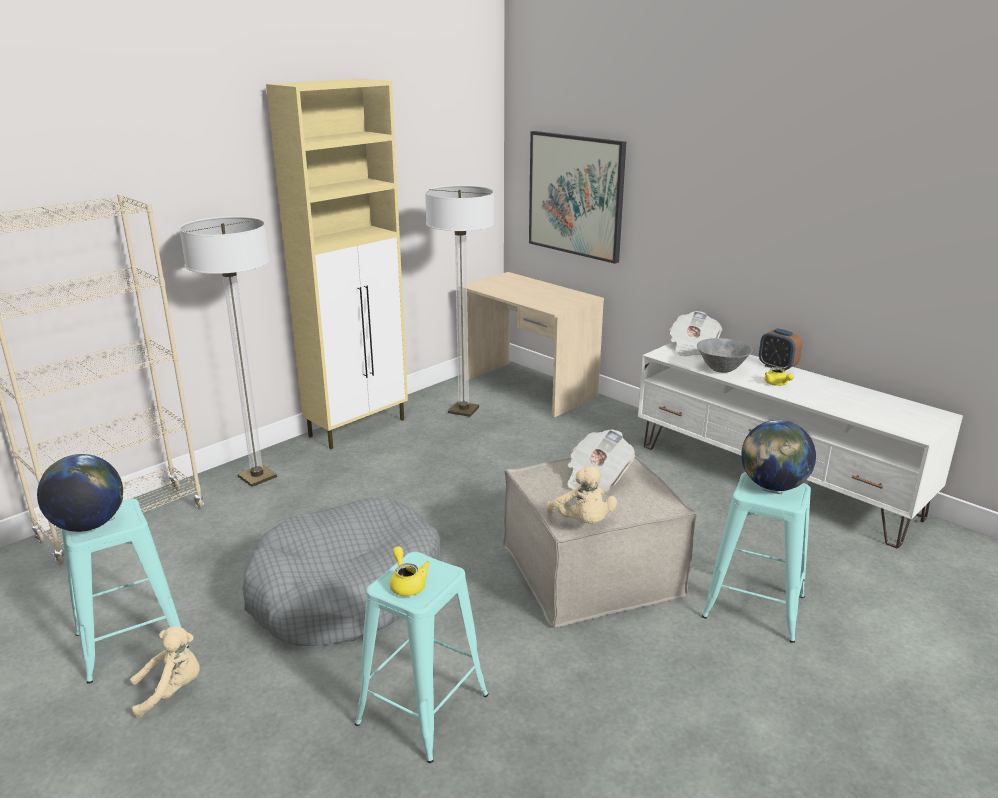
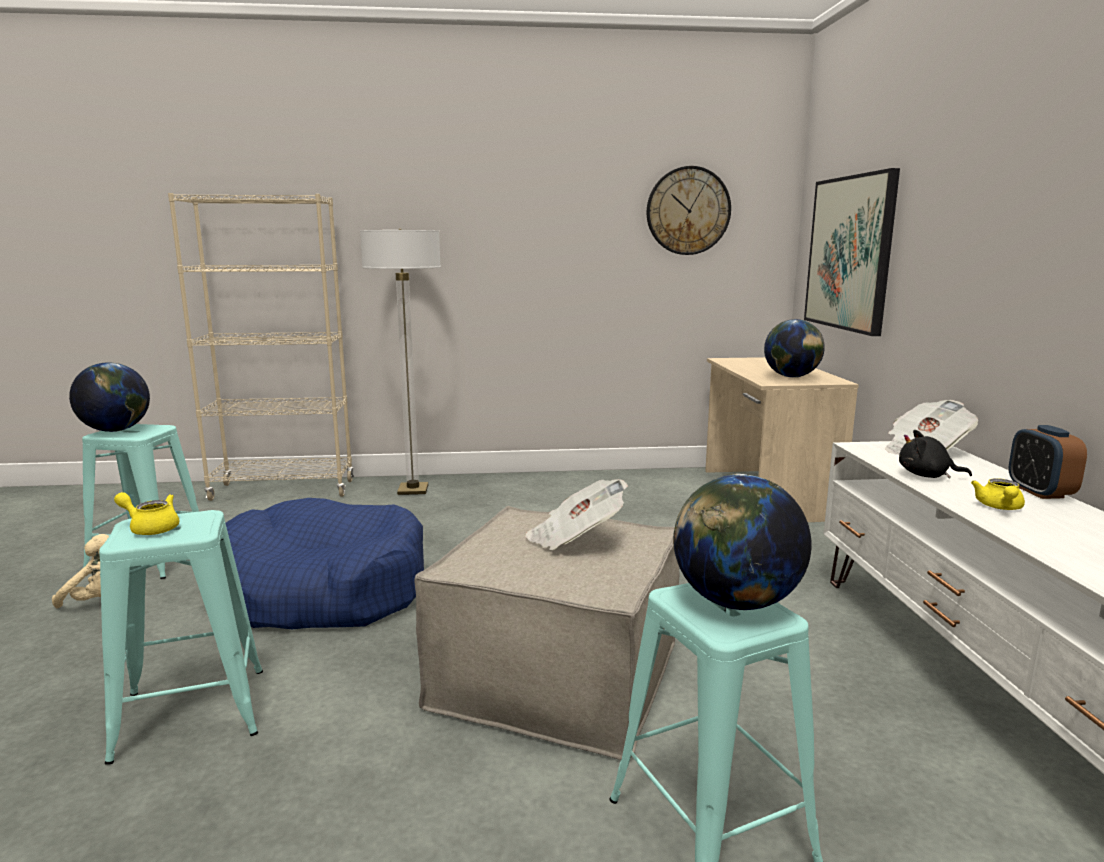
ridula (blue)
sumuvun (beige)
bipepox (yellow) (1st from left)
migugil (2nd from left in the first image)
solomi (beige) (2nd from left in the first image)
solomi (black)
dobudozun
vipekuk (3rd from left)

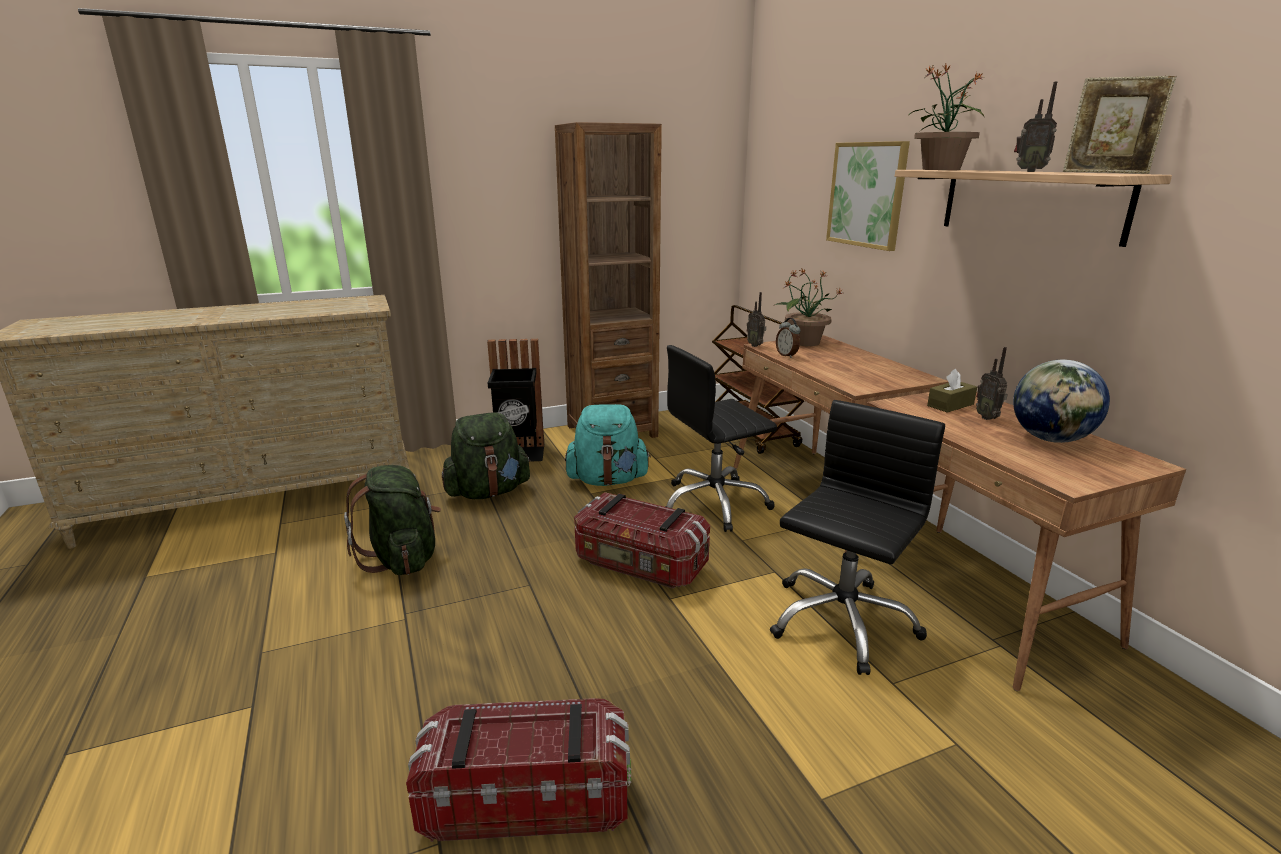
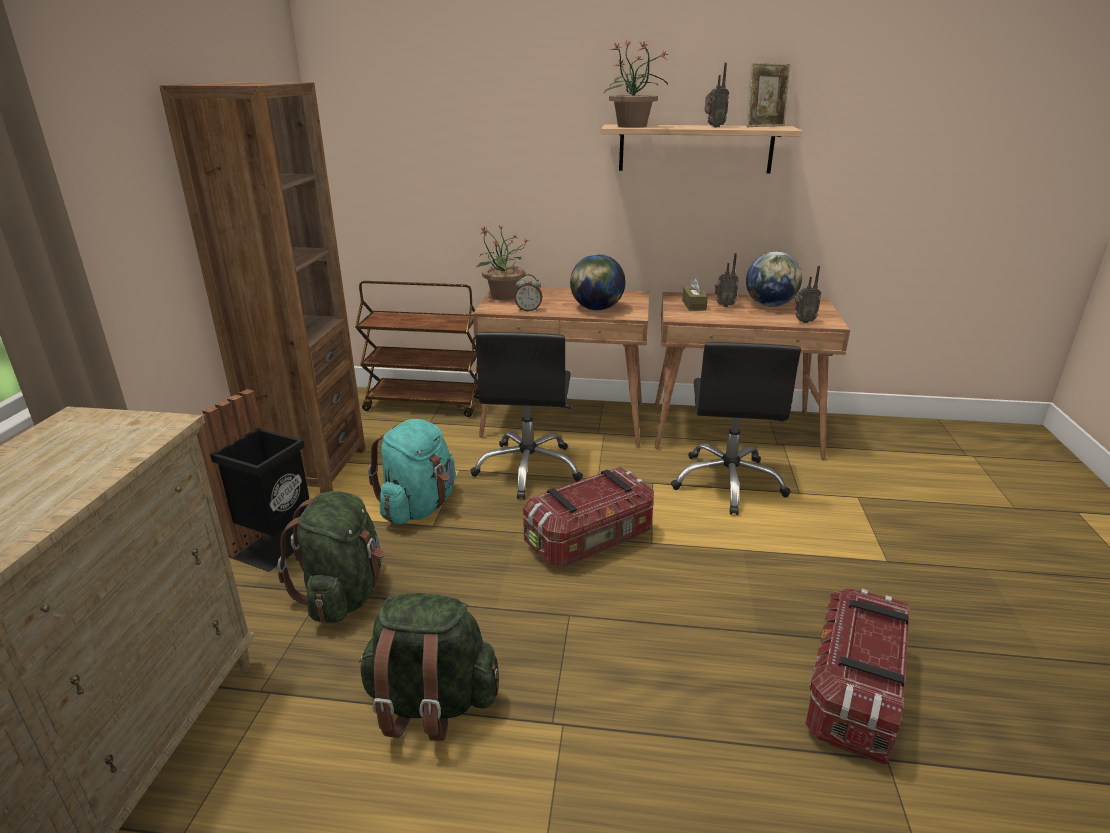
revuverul (3rd from left)
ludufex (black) (2nd from left)
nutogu
vipekuk (1st from left)

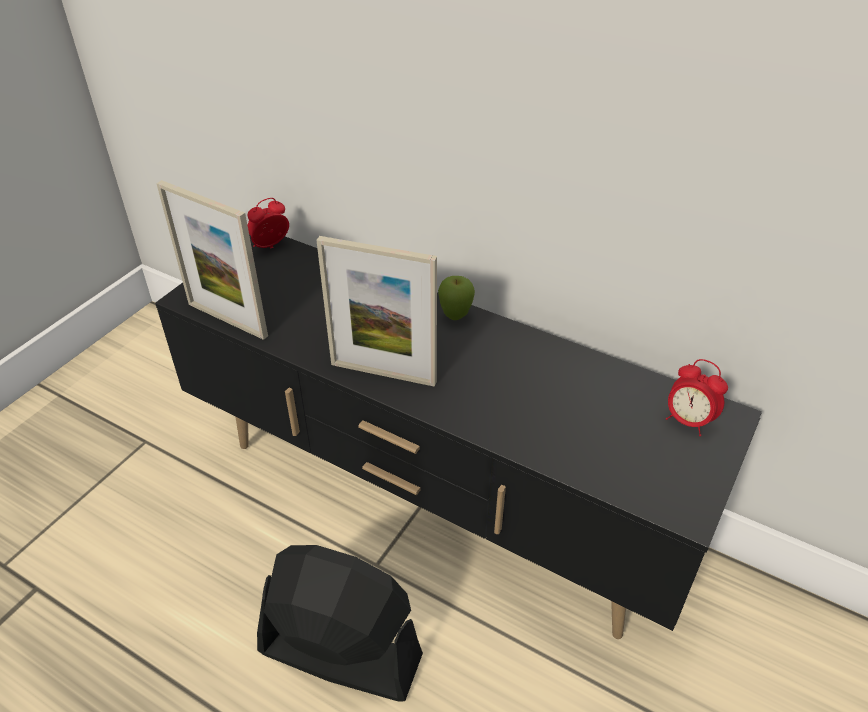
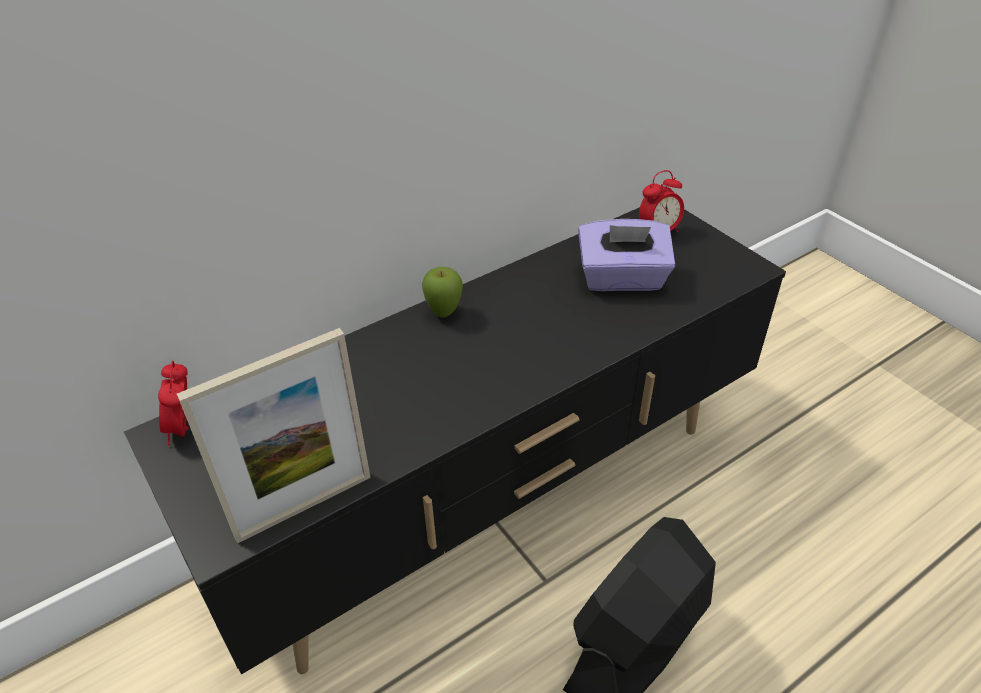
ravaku (2nd from left in the first image)
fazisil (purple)

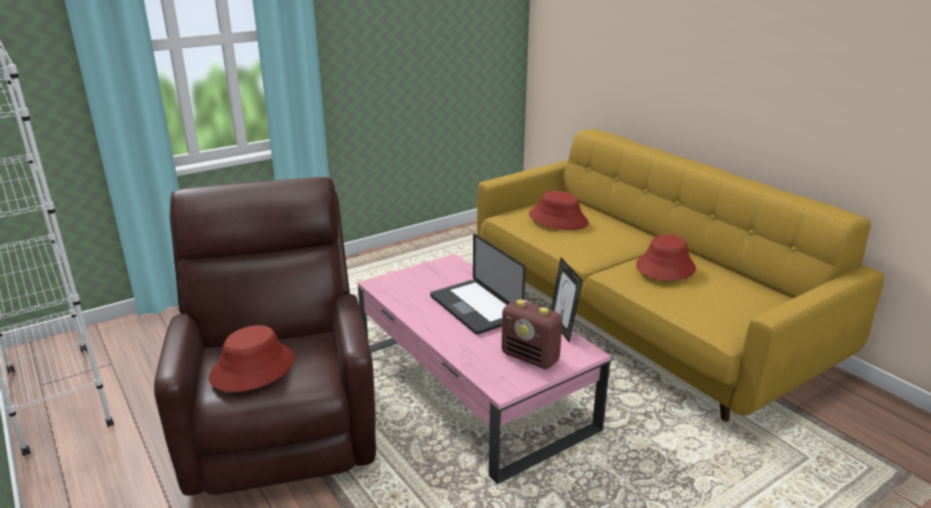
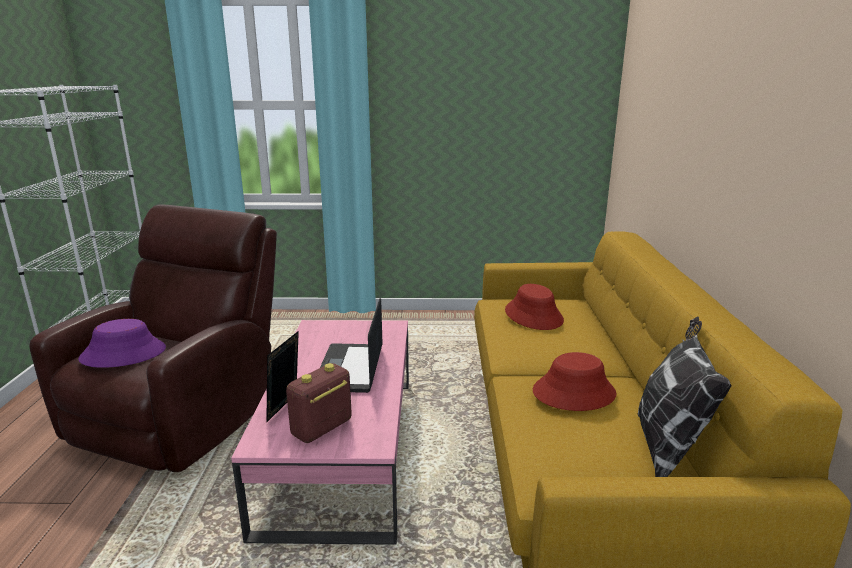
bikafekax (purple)
revuverul
ravaku
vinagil

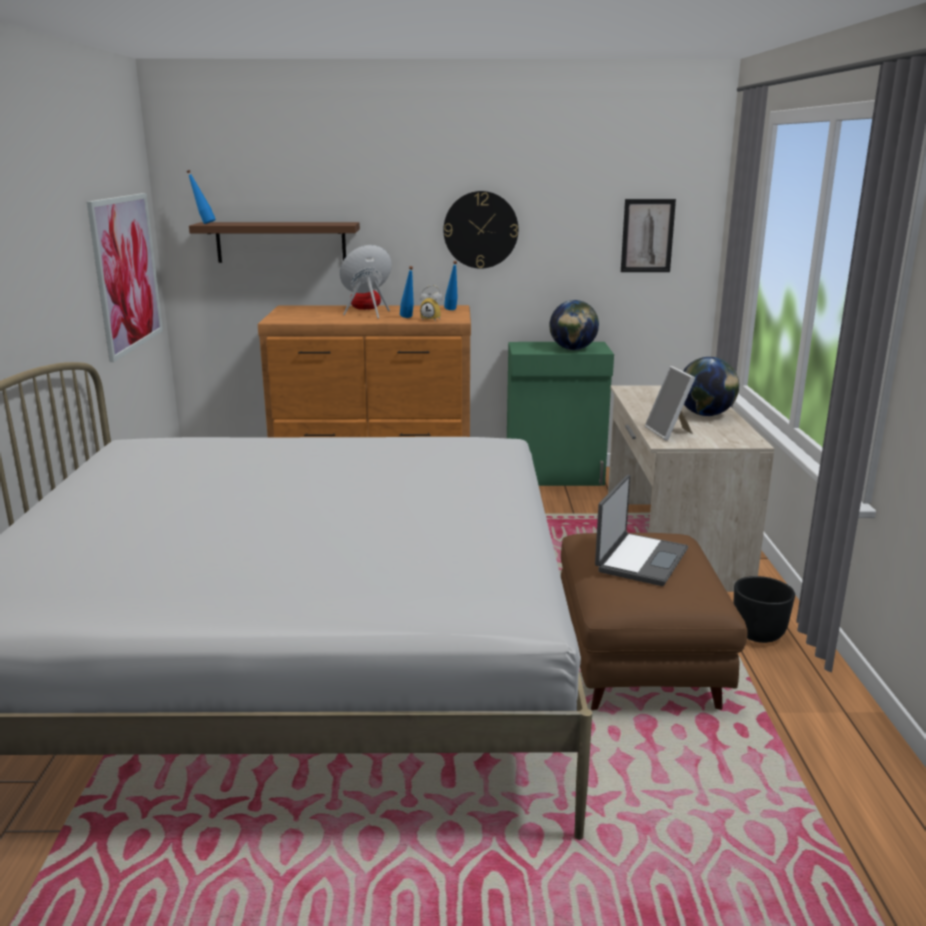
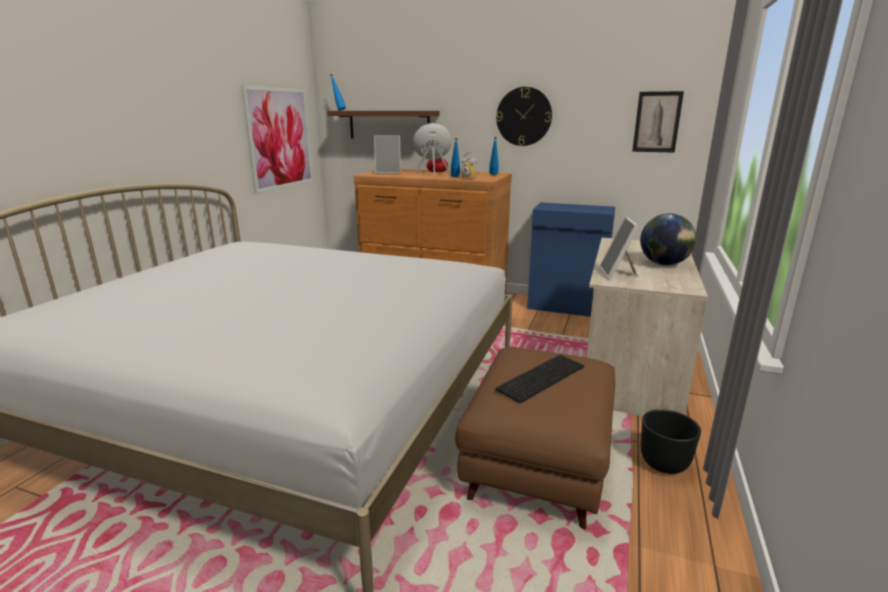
sumuvun (blue)
vipekuk (1st from left in the first image)
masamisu
ravaku (1st from left)

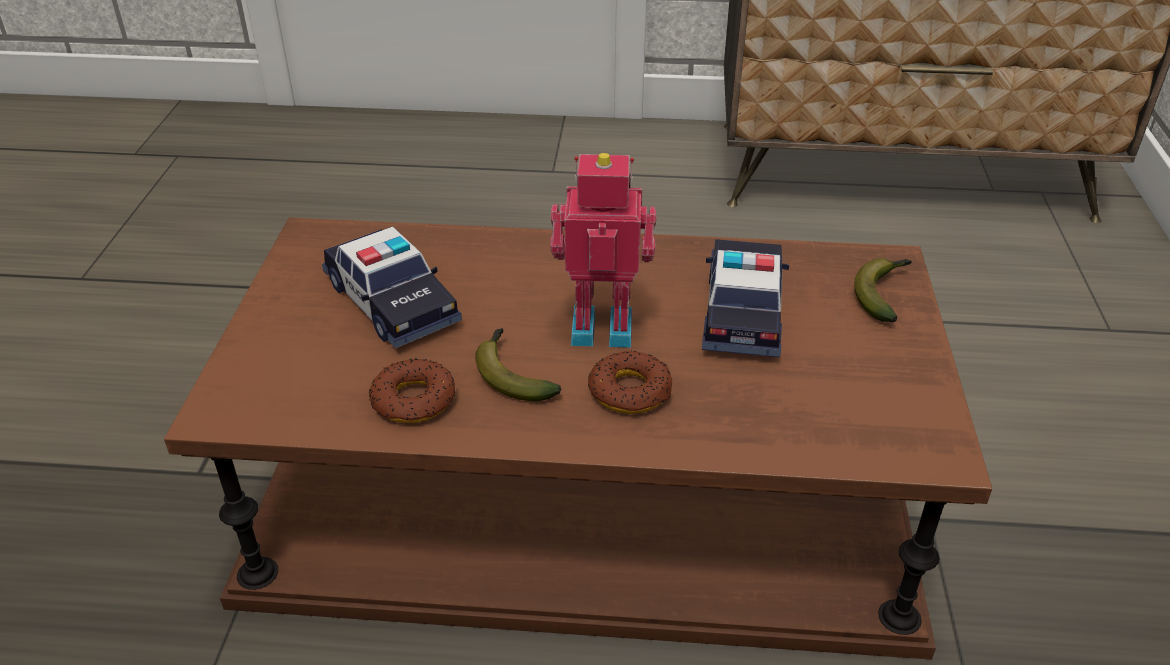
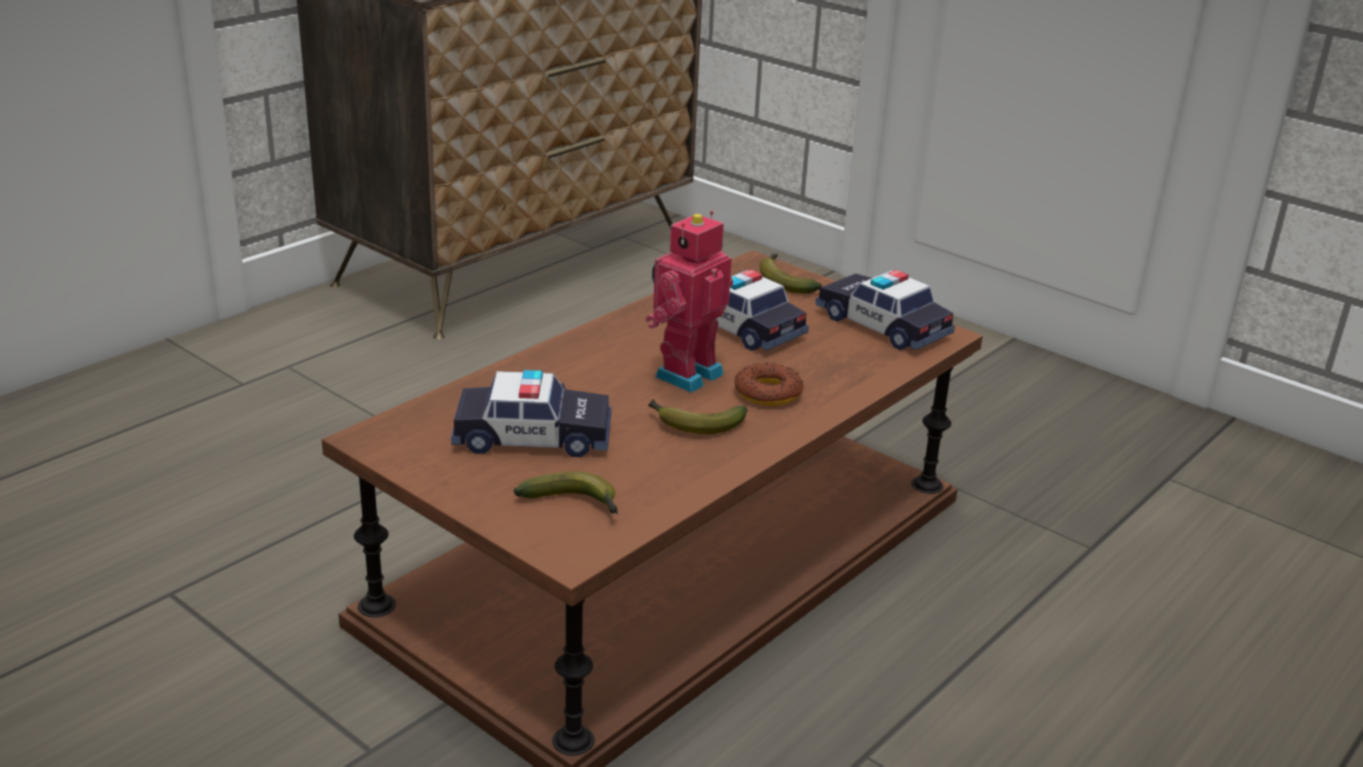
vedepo (1st from left in the first image)
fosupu (1st from left)
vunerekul (3rd from left)

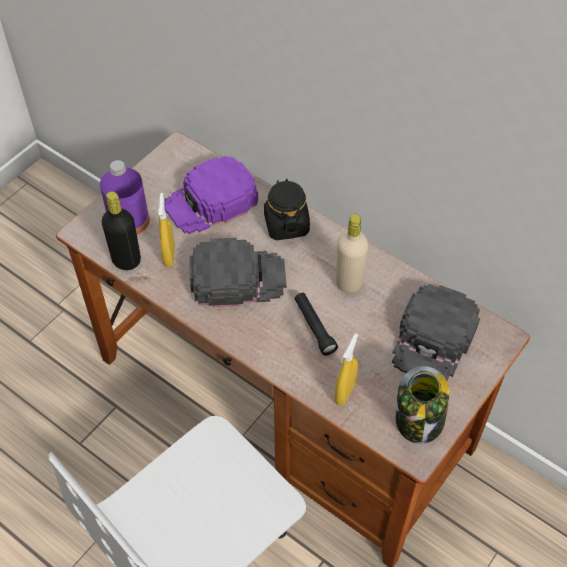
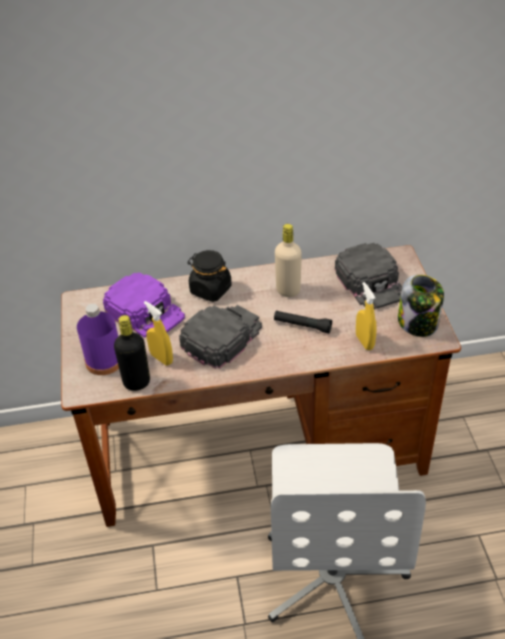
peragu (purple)

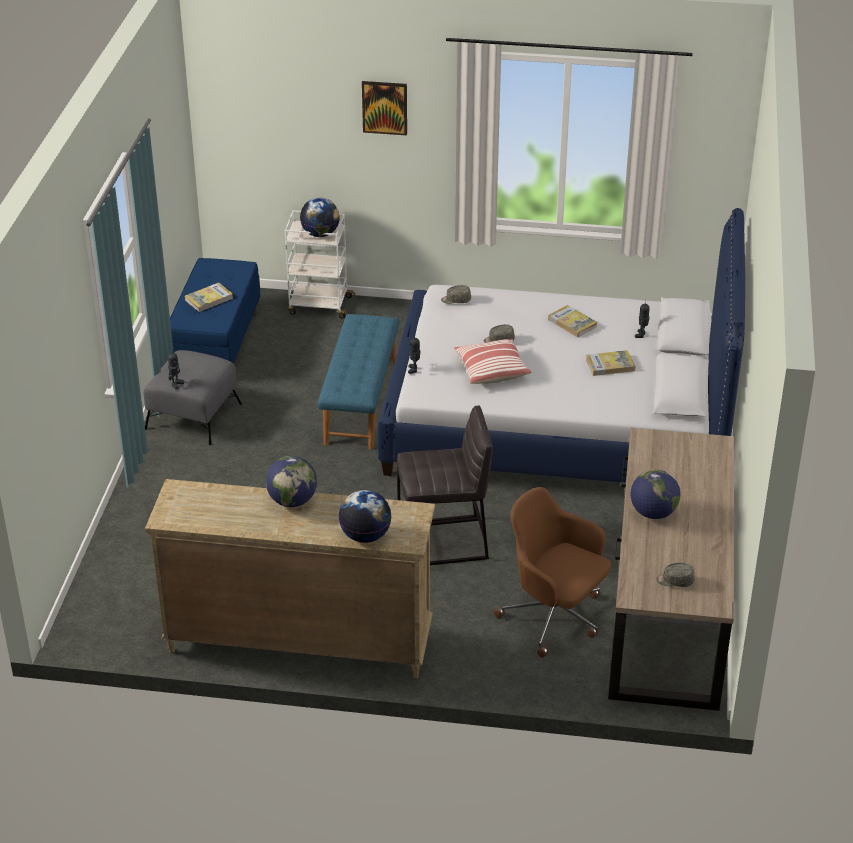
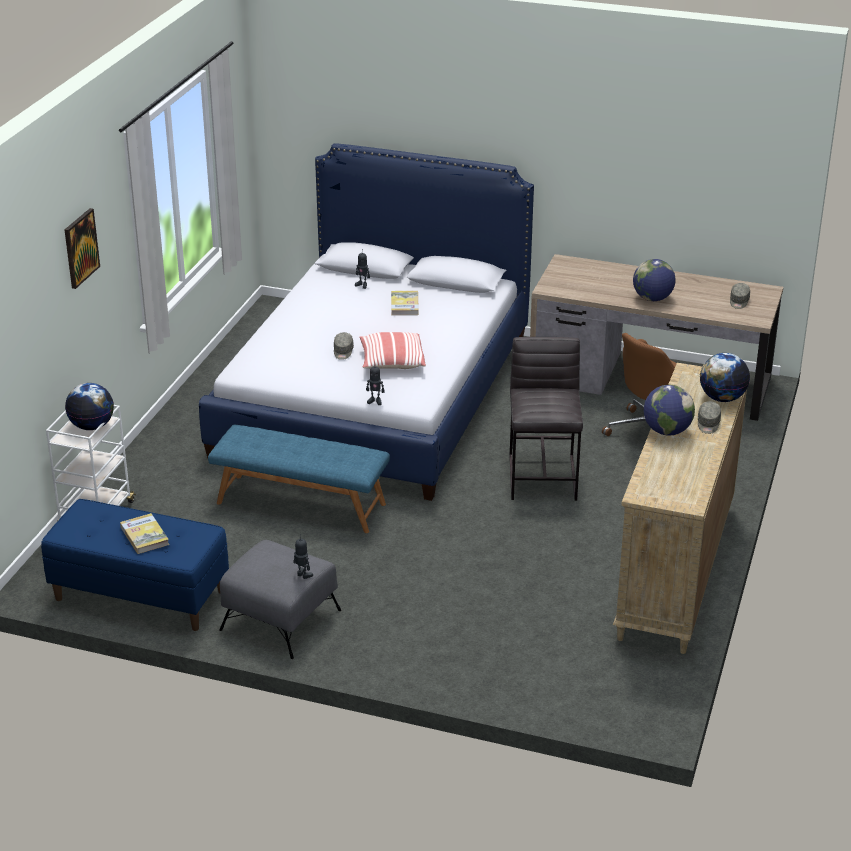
peragu (grey) (2nd from left)
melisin (2nd from left in the first image)

